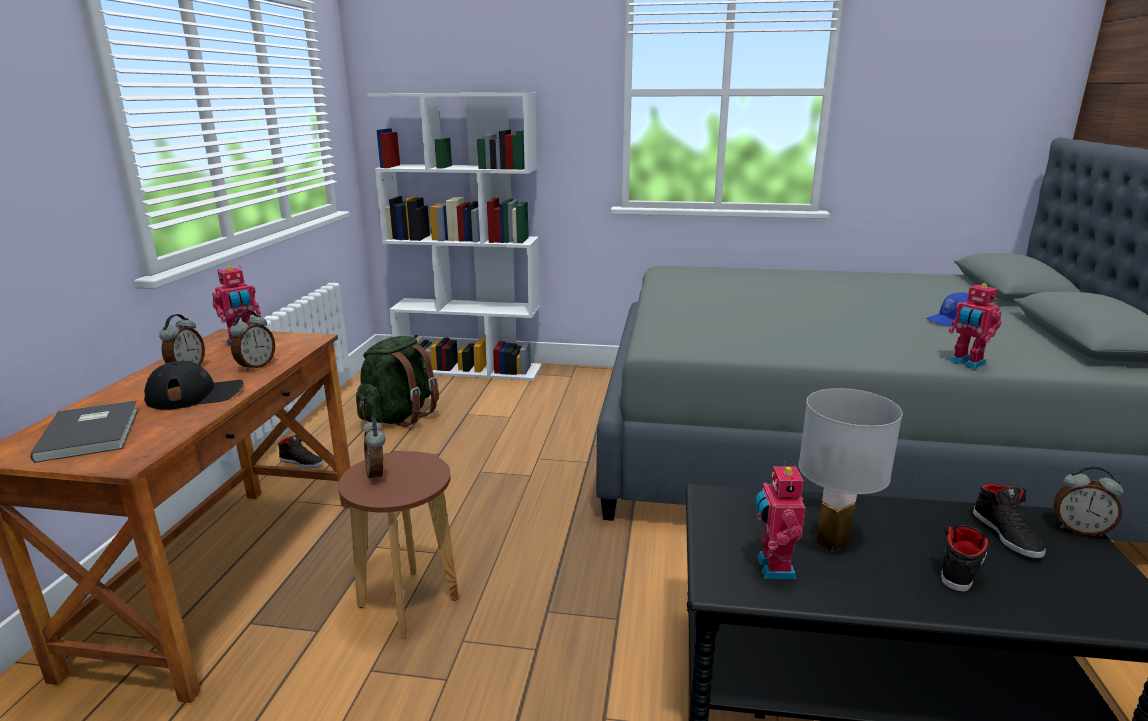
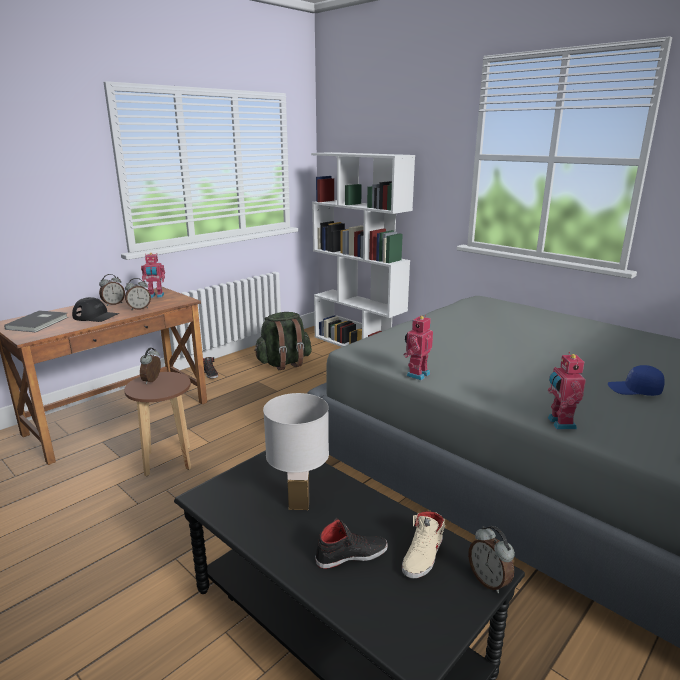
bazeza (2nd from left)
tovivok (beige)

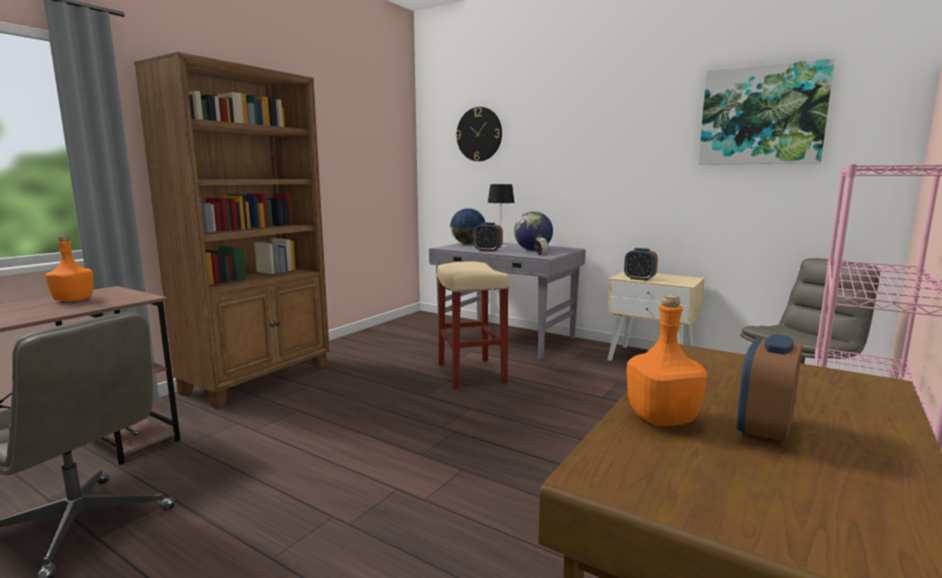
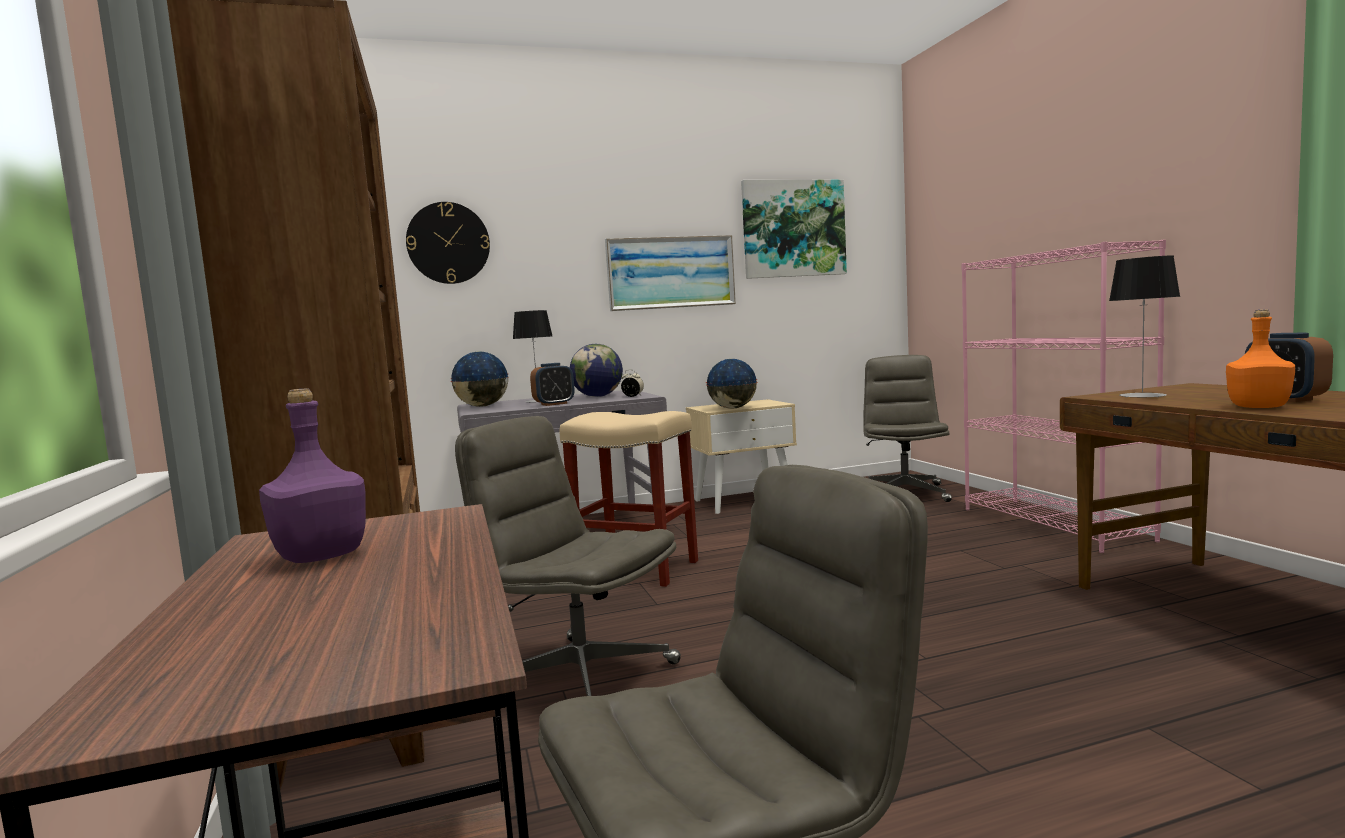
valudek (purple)
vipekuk (3rd from left)
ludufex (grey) (1st from left)
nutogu (1st from left)
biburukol (2nd from left)

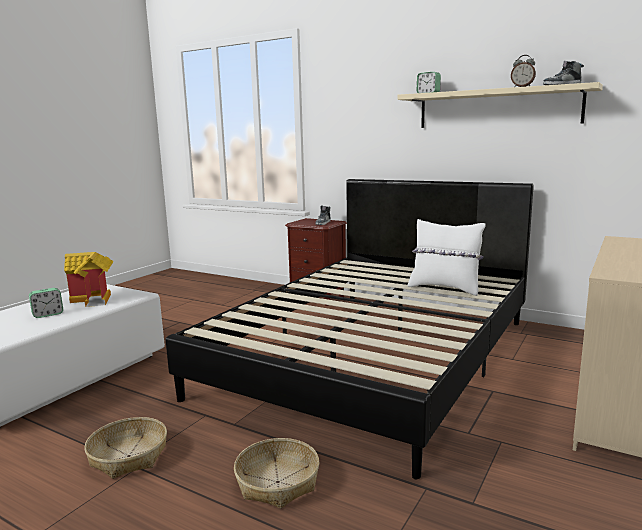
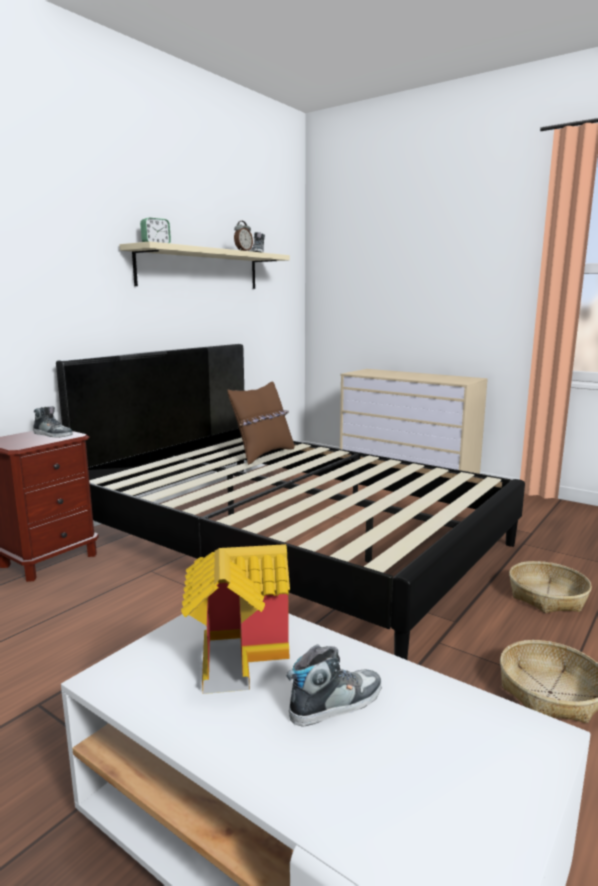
tovivok (3rd from left)
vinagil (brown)

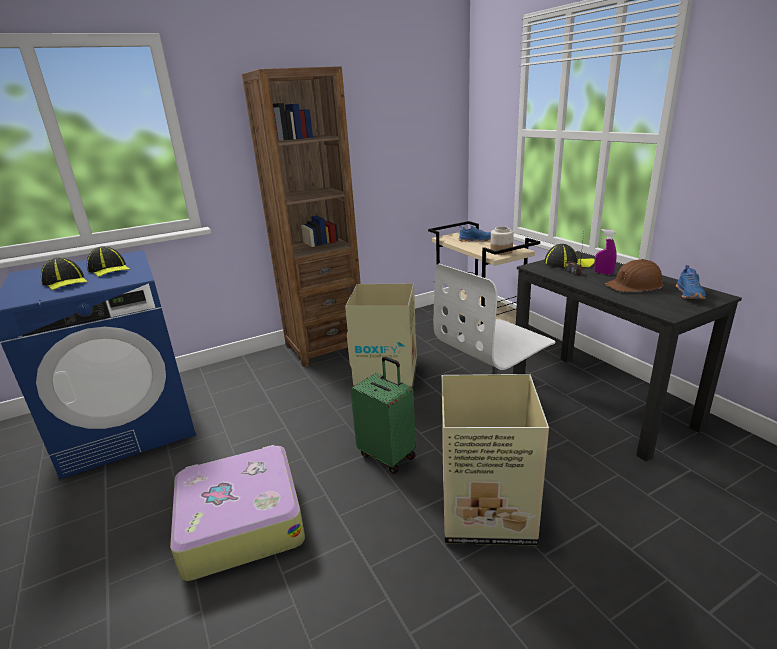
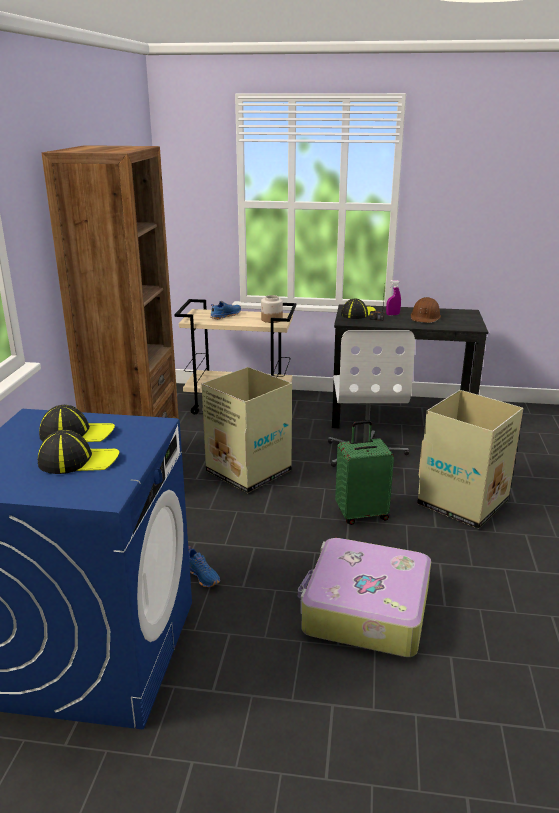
tovivok (blue) (1st from left)

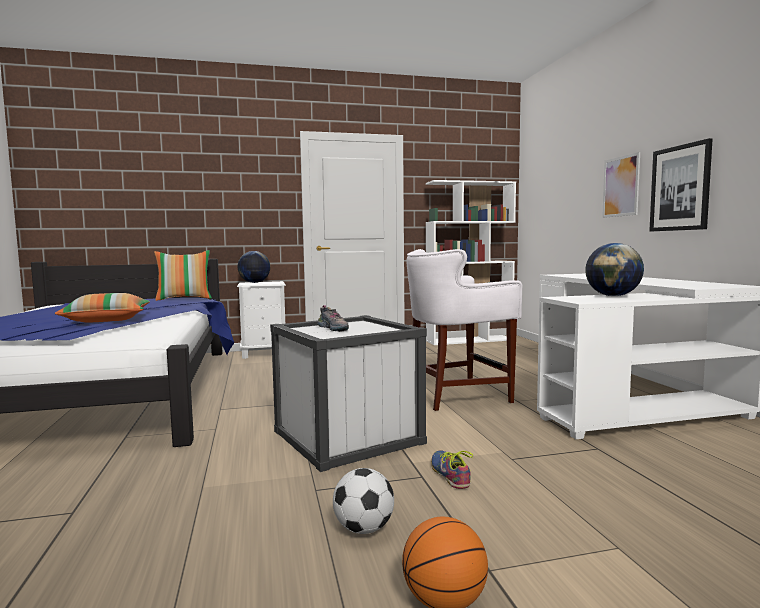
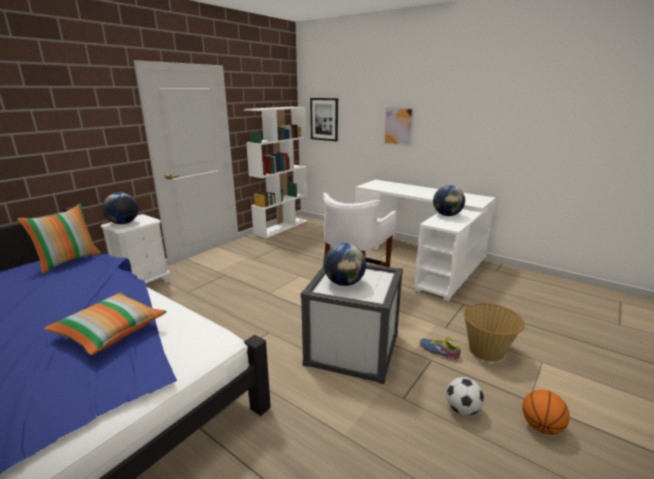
vipekuk (2nd from left)
nutogu (1st from left)
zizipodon

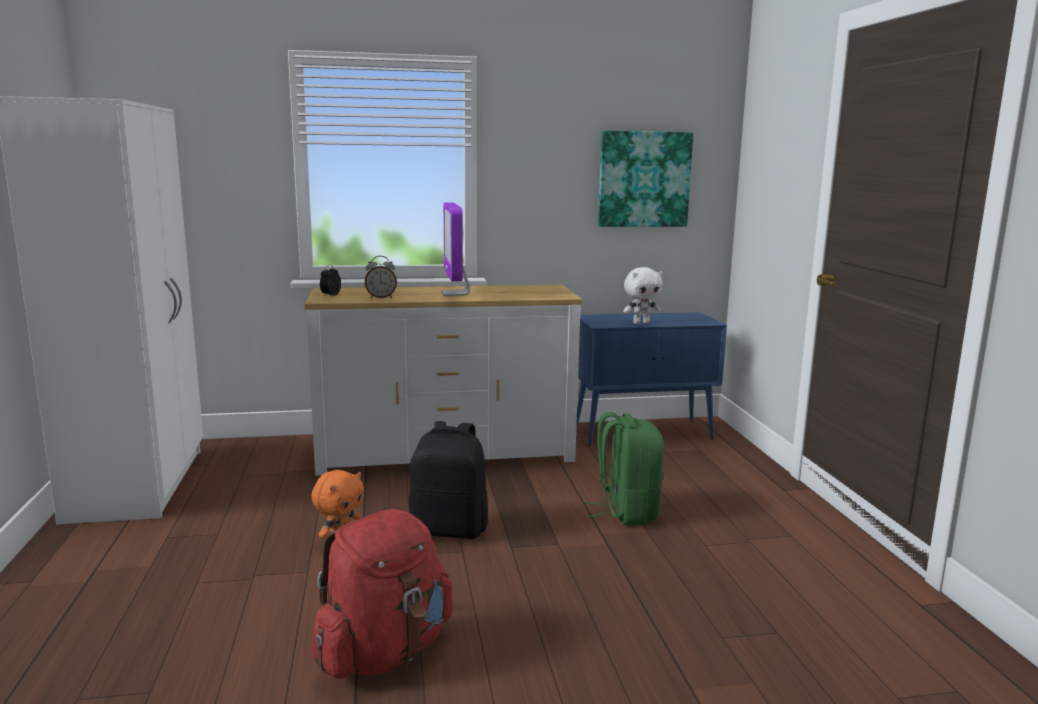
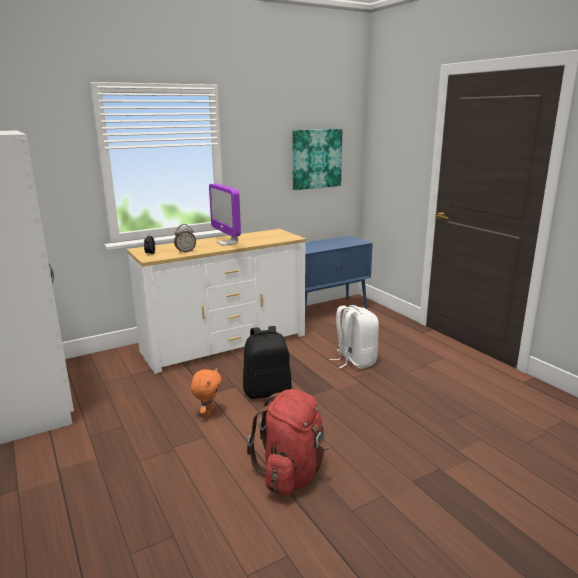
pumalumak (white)
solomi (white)

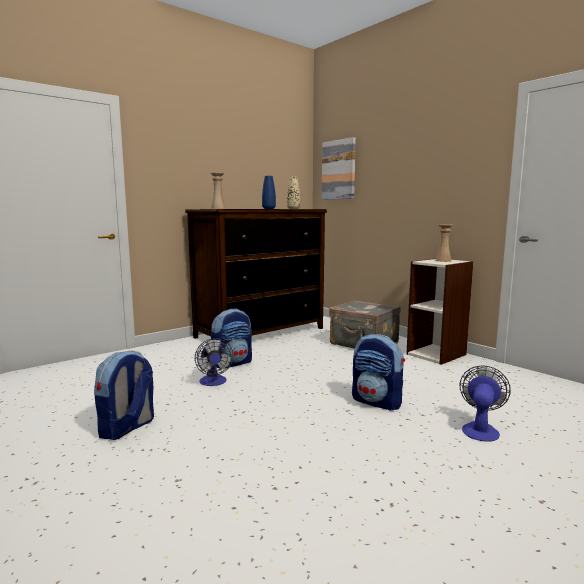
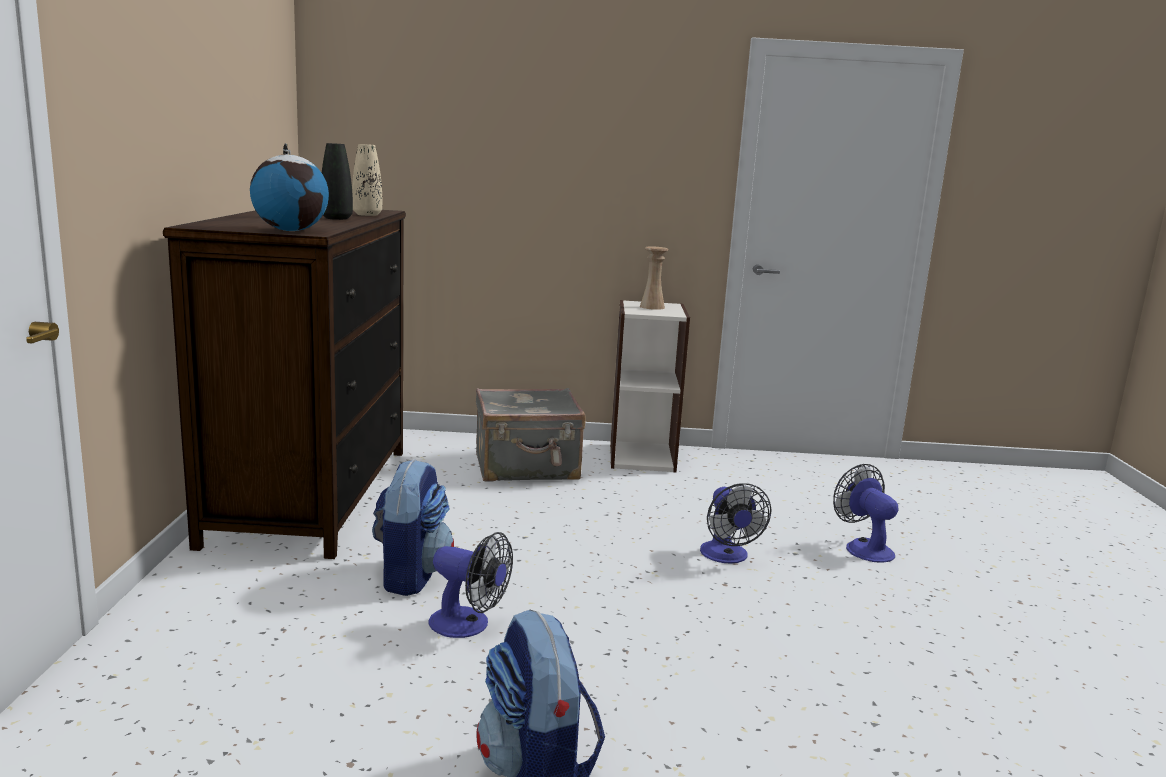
vipekuk
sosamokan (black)
nutogu
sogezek (2nd from left)

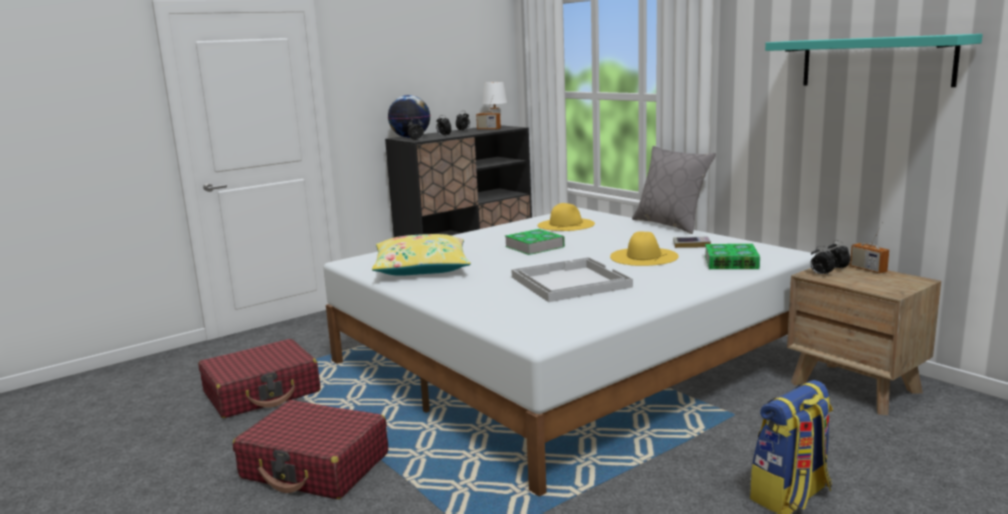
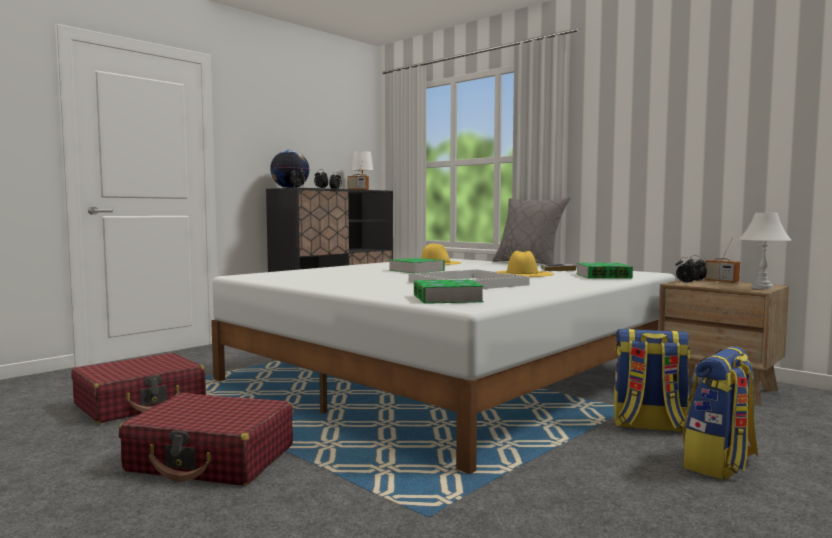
vinagil (yellow)
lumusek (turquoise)
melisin (2nd from left)
pumalumak (1st from left)
biburukol (white) (2nd from left)

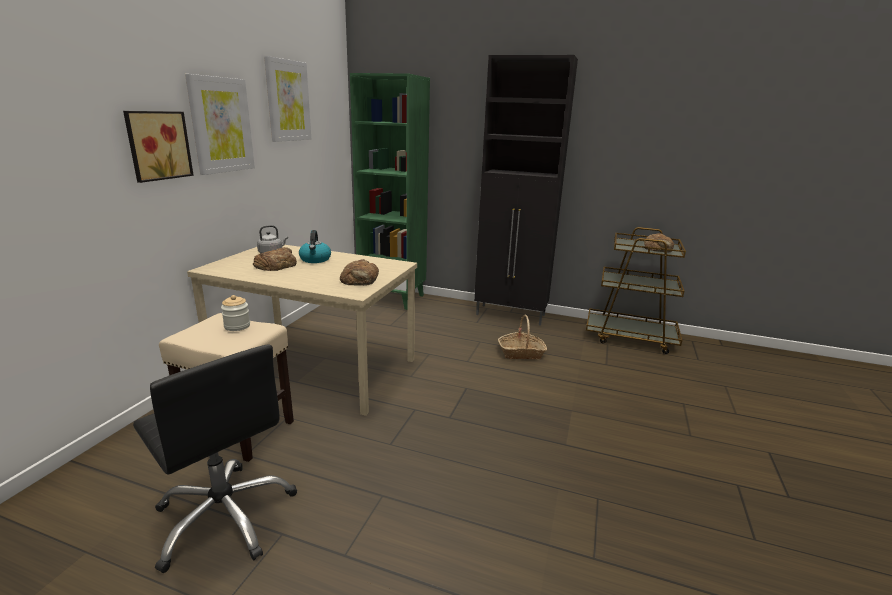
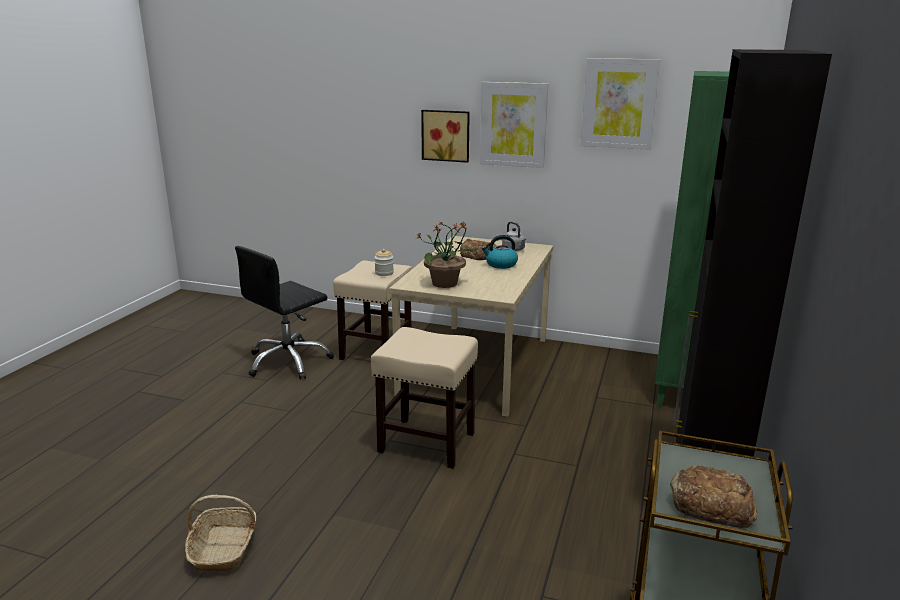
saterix
zizipodon
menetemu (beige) (2nd from left)

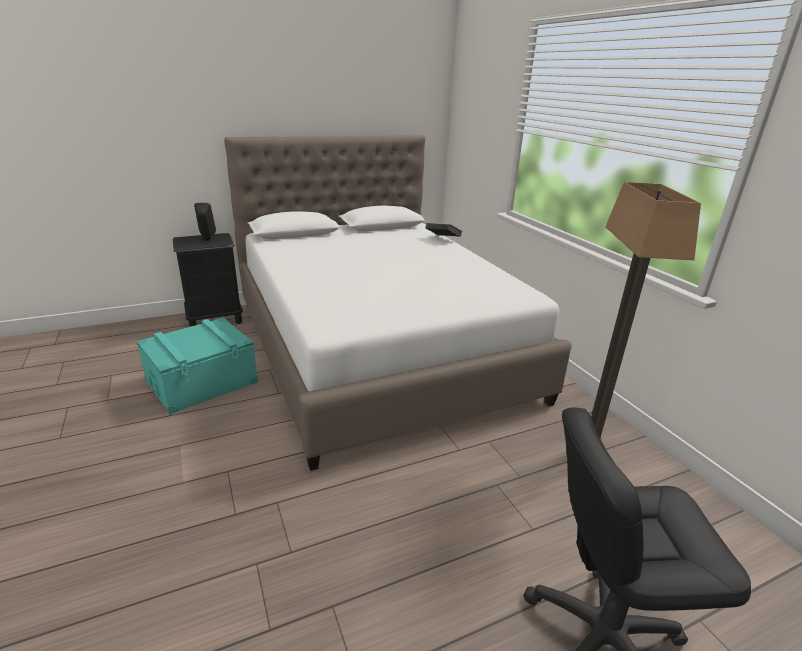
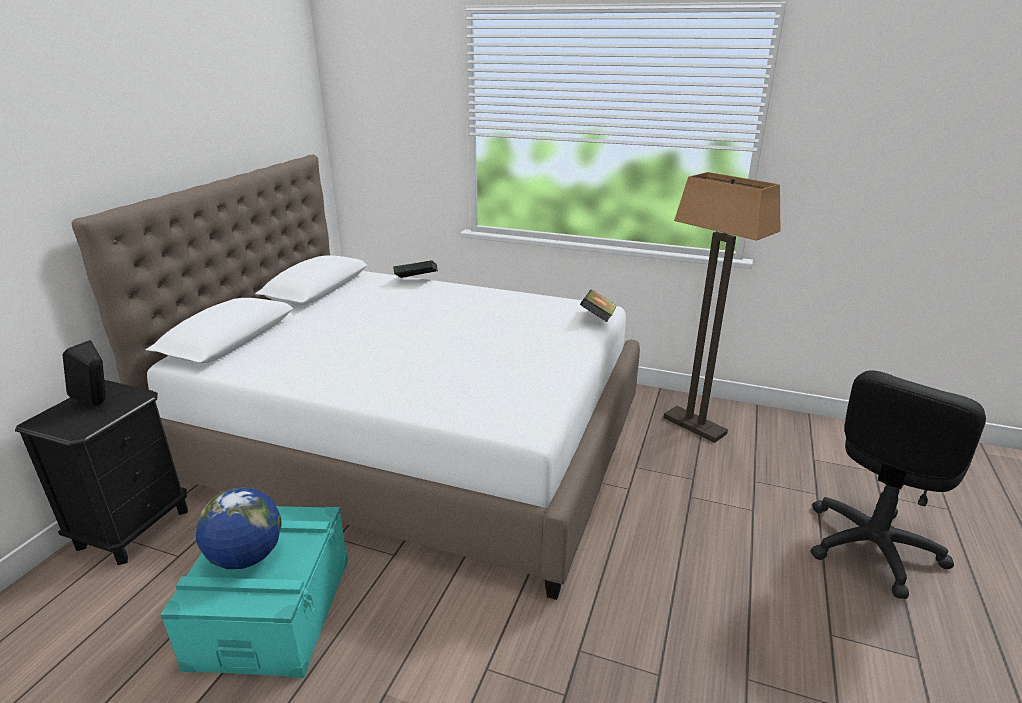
vipekuk
melisin (2nd from left)

